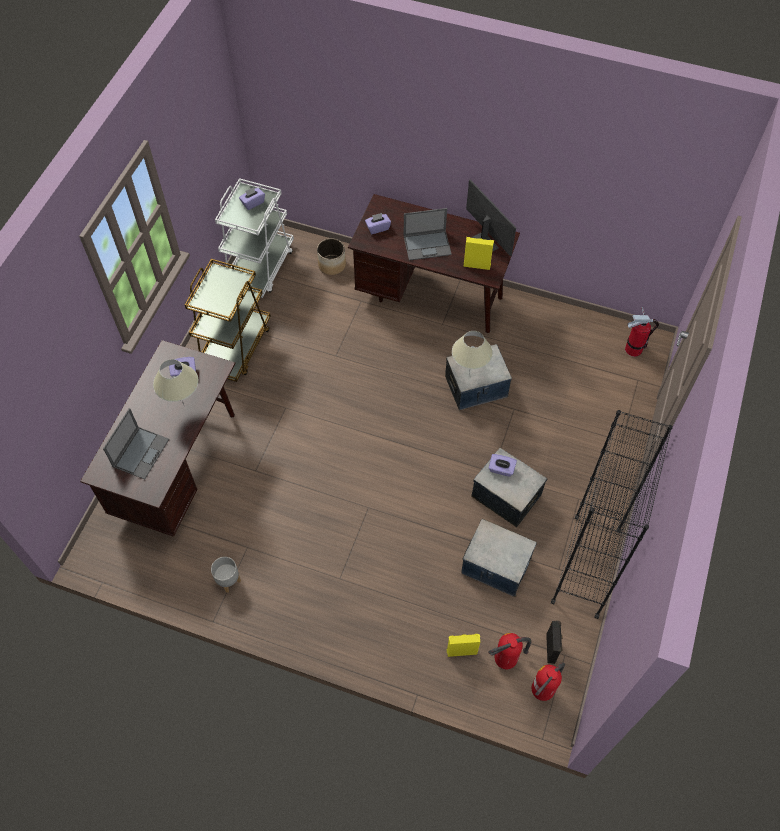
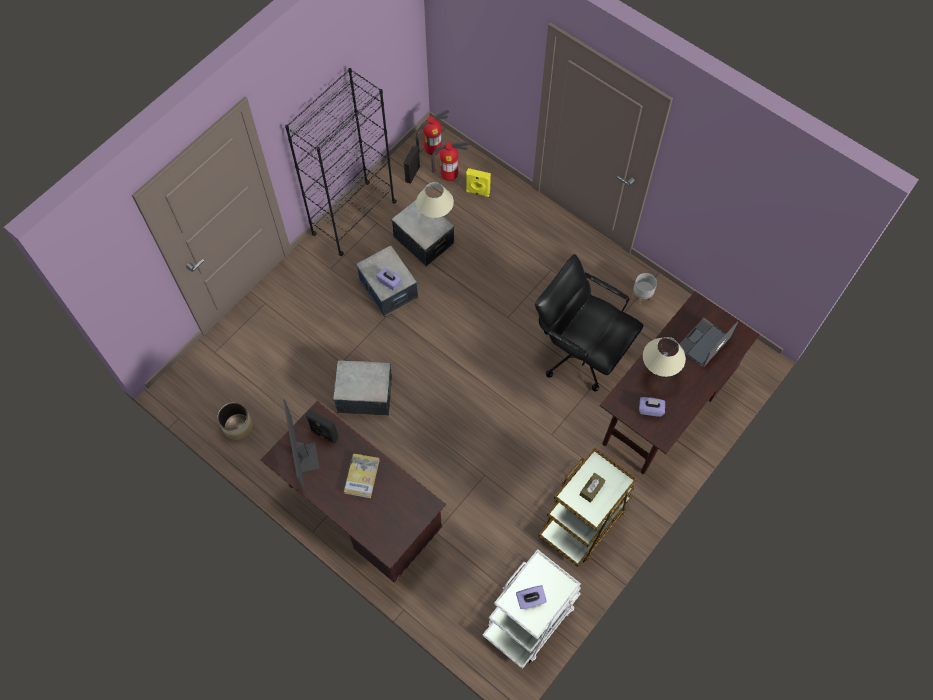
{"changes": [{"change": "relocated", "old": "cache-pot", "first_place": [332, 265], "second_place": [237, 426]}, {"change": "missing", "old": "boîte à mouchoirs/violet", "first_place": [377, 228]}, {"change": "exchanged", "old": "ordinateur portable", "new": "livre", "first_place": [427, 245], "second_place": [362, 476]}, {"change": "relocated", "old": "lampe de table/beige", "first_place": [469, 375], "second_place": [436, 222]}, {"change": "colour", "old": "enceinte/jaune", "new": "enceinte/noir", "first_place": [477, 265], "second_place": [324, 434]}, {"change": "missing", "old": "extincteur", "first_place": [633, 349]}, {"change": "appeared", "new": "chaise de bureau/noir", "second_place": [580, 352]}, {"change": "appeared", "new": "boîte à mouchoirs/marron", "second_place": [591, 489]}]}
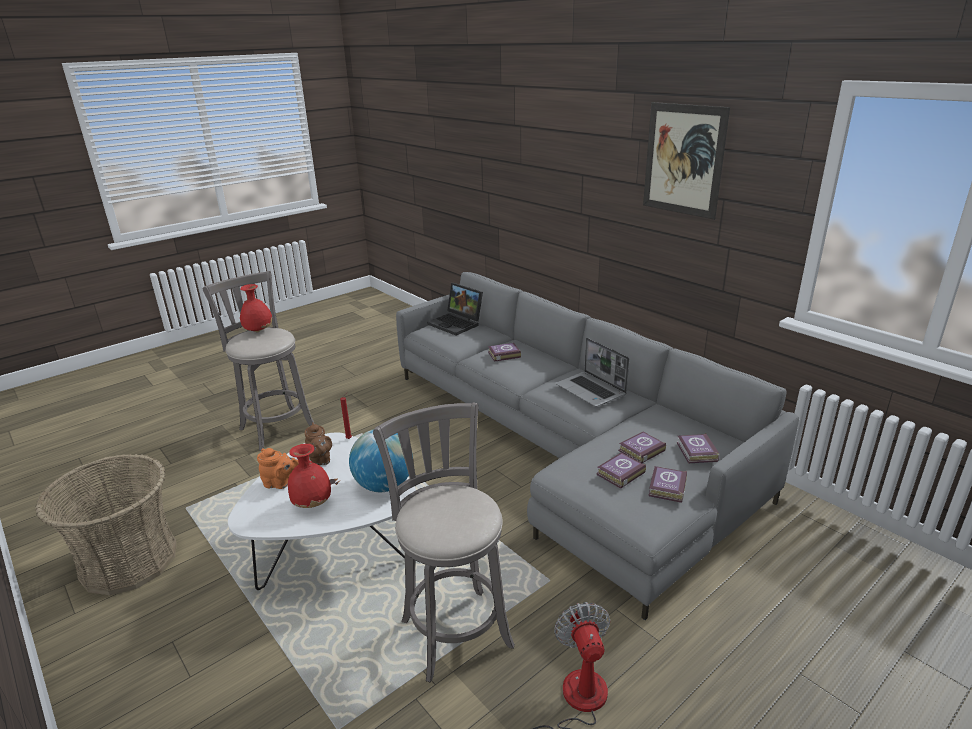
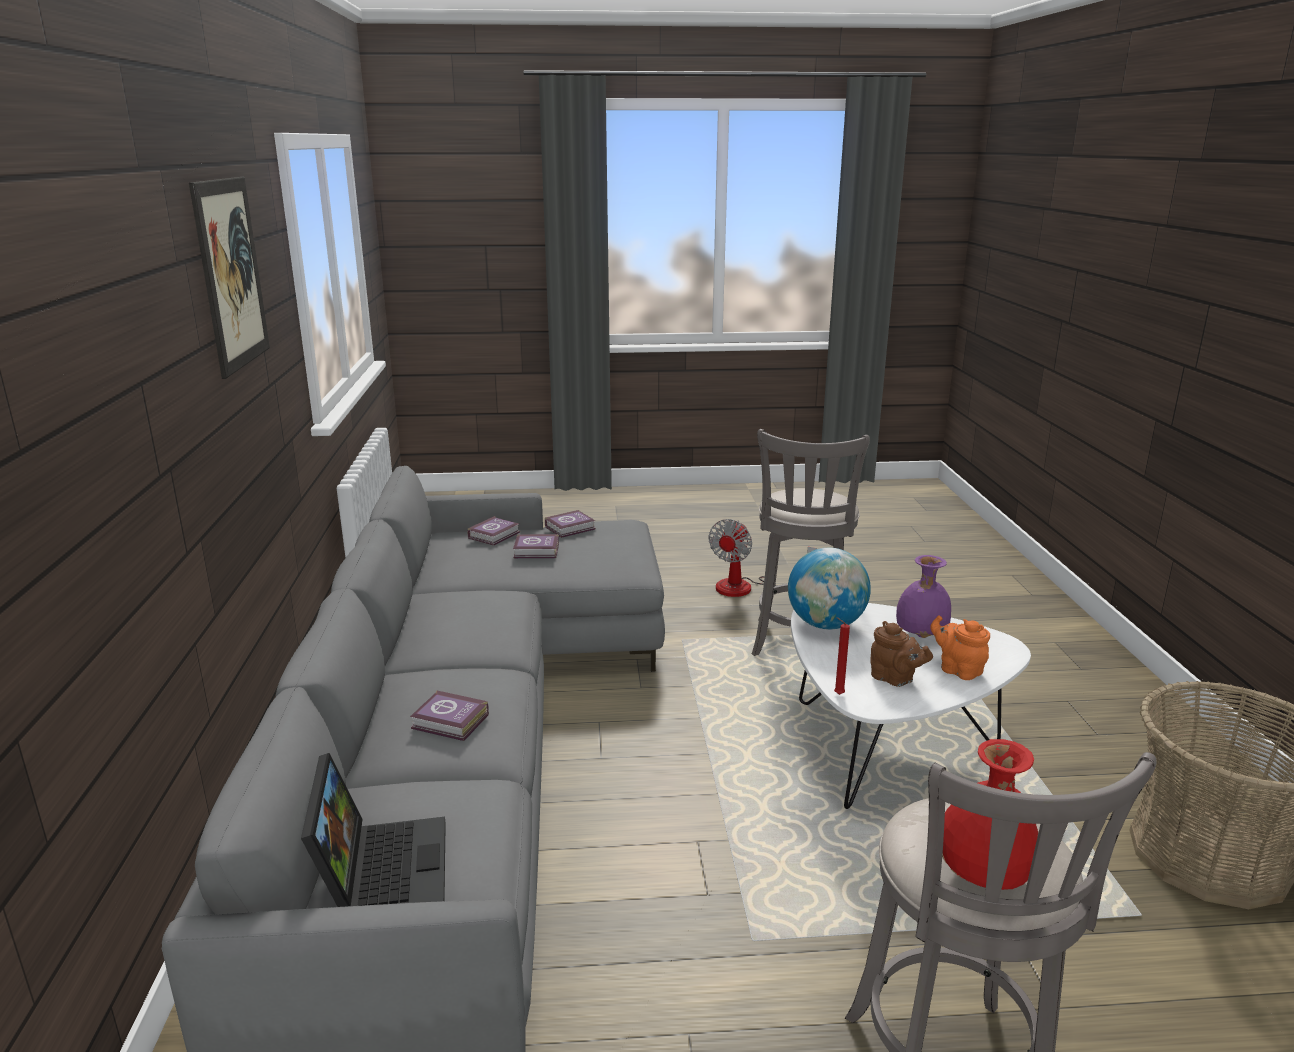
{"changes": [{"change": "colour", "old": "vase/rouge", "new": "vase/violet", "first_place": [313, 503], "second_place": [919, 635]}, {"change": "spun", "old": "théière/marron", "first_place": [320, 460], "second_place": [895, 679], "degrees": 120}, {"change": "missing", "old": "ordinateur portable", "first_place": [591, 390]}, {"change": "missing", "old": "livre", "first_place": [619, 473]}]}
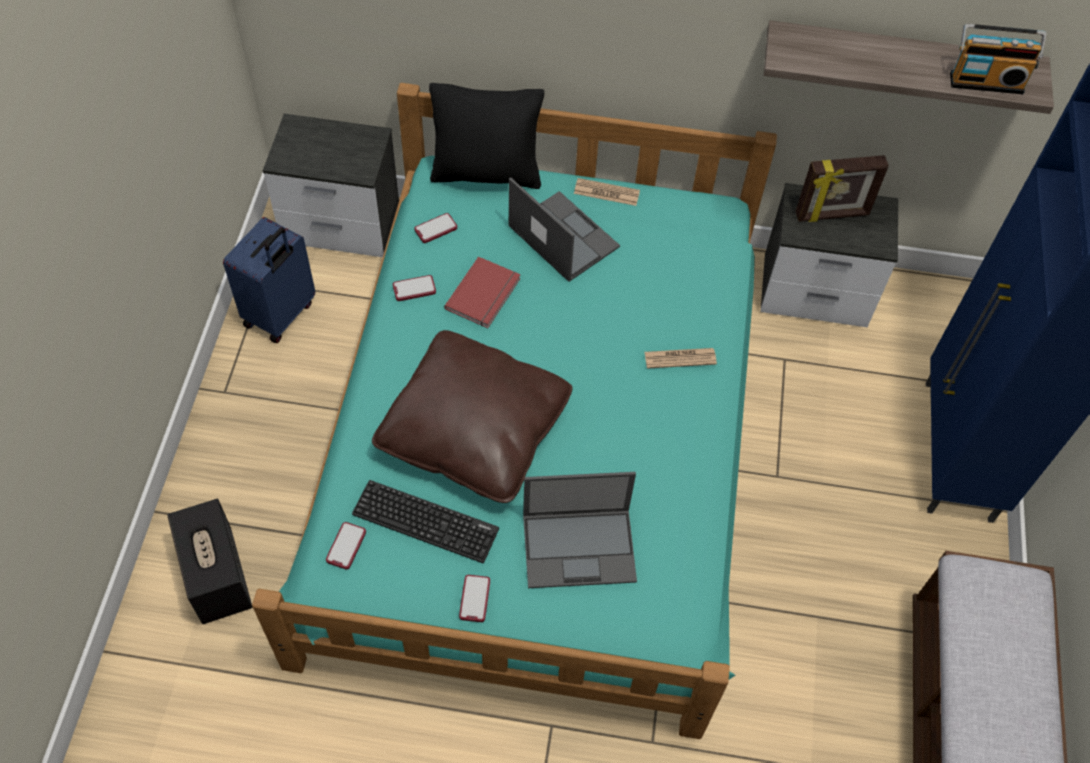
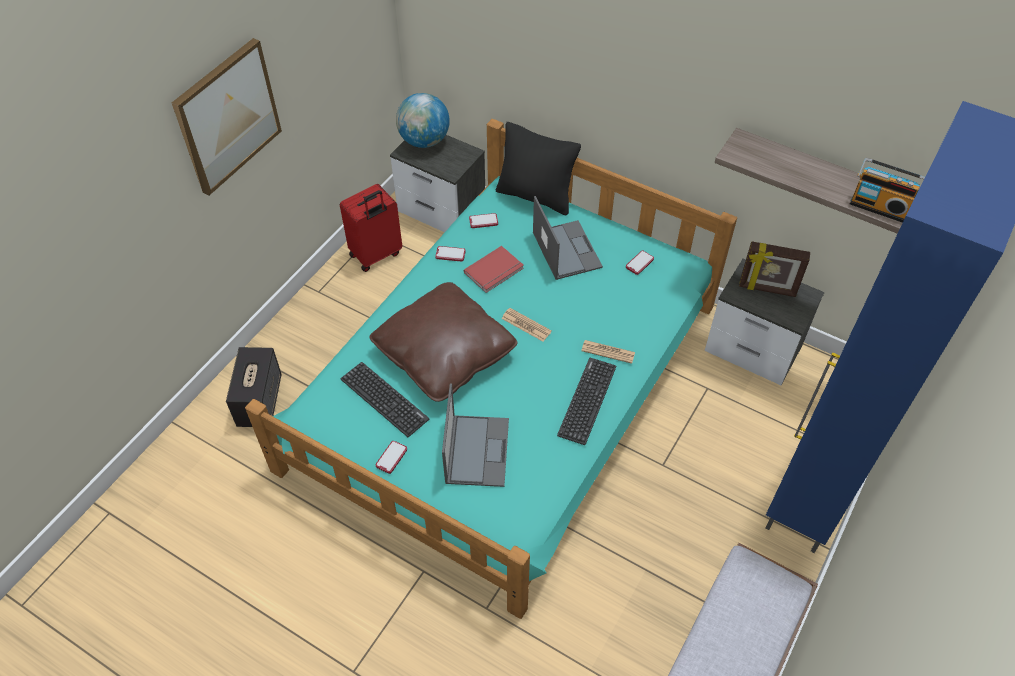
{"changes": [{"change": "colour", "old": "valise/bleu", "new": "valise/rouge", "first_place": [281, 315], "second_place": [376, 255]}, {"change": "relocated", "old": "téléphone", "first_place": [346, 546], "second_place": [639, 263]}, {"change": "spun", "old": "ordinateur portable", "first_place": [580, 547], "second_place": [477, 450], "degrees": -105}, {"change": "relocated", "old": "journal", "first_place": [606, 192], "second_place": [526, 325]}, {"change": "appeared", "new": "tableau", "second_place": [227, 116]}, {"change": "appeared", "new": "globe", "second_place": [424, 141]}, {"change": "appeared", "new": "clavier", "second_place": [587, 400]}]}
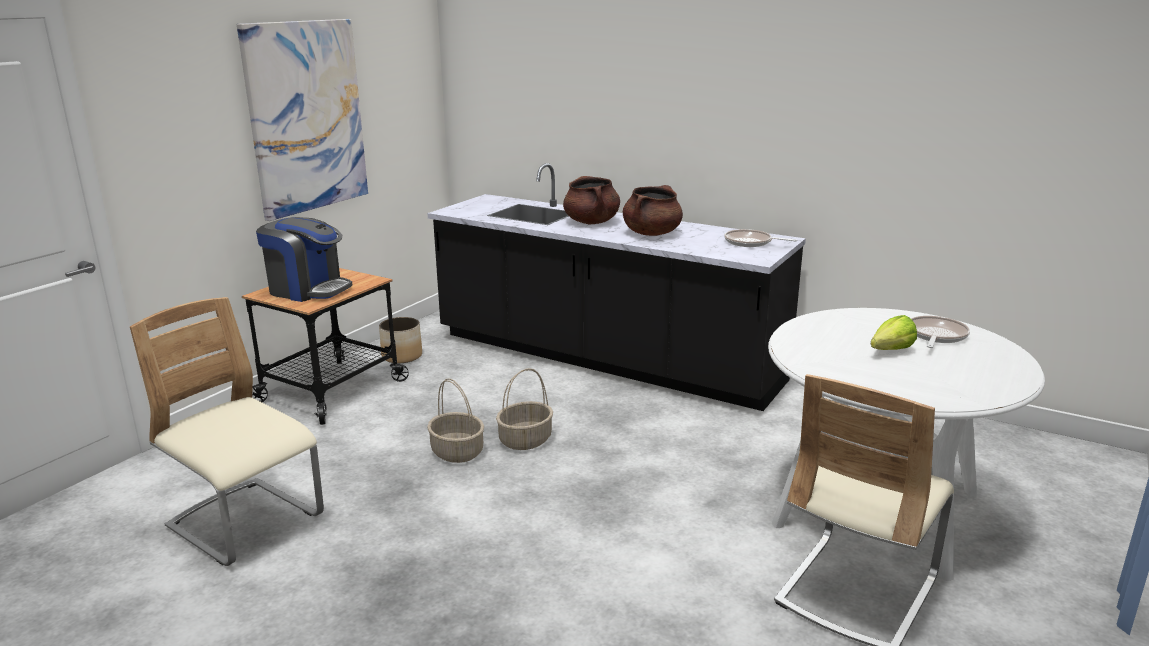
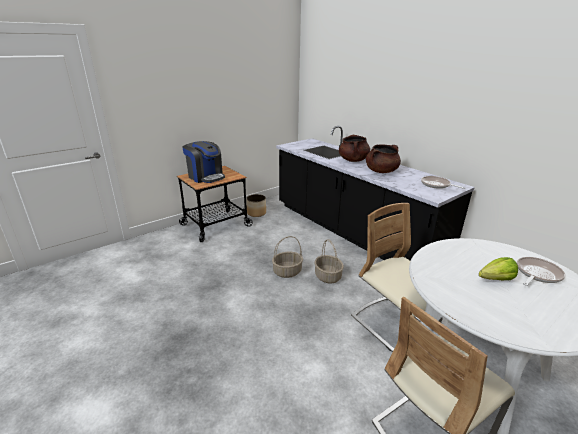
{"changes": [{"change": "relocated", "old": "chaise/beige", "first_place": [246, 523], "second_place": [393, 324]}, {"change": "missing", "old": "tableau", "first_place": [306, 117]}, {"change": "relocated", "old": "panier", "first_place": [458, 452], "second_place": [328, 276]}]}
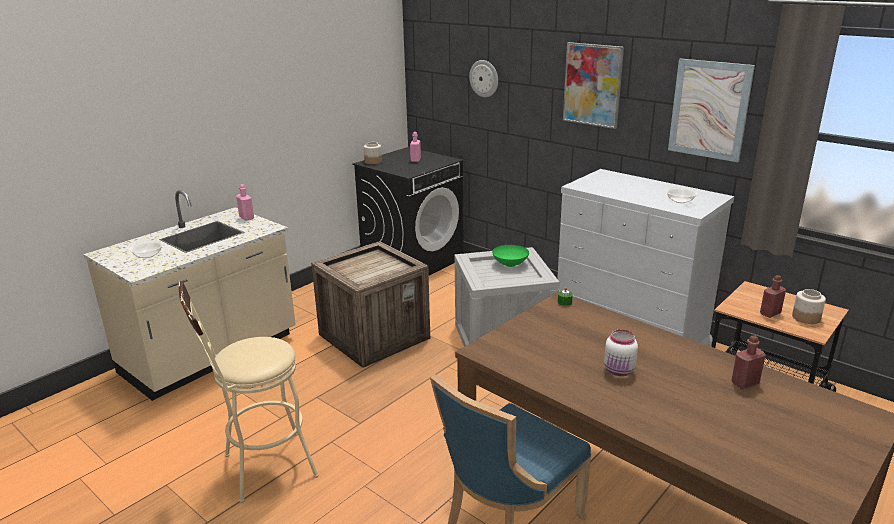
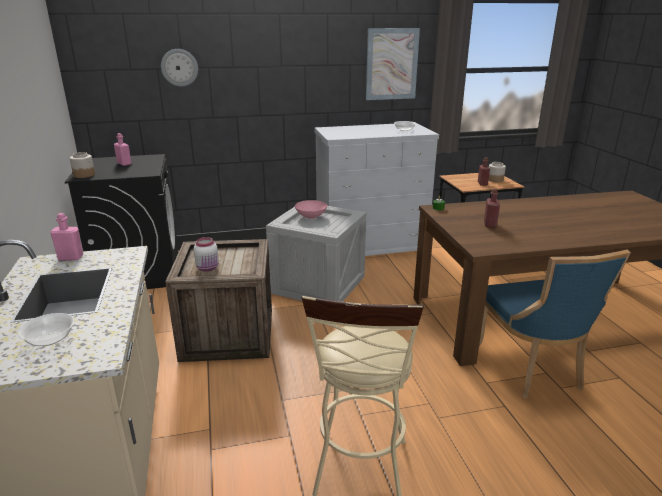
{"changes": [{"change": "colour", "old": "bol/vert", "new": "bol/rose", "first_place": [511, 264], "second_place": [311, 216]}, {"change": "missing", "old": "tableau", "first_place": [592, 85]}, {"change": "relocated", "old": "bocal/blanc", "first_place": [619, 371], "second_place": [208, 268]}, {"change": "relocated", "old": "bouteille/rouge", "first_place": [745, 383], "second_place": [490, 224]}]}
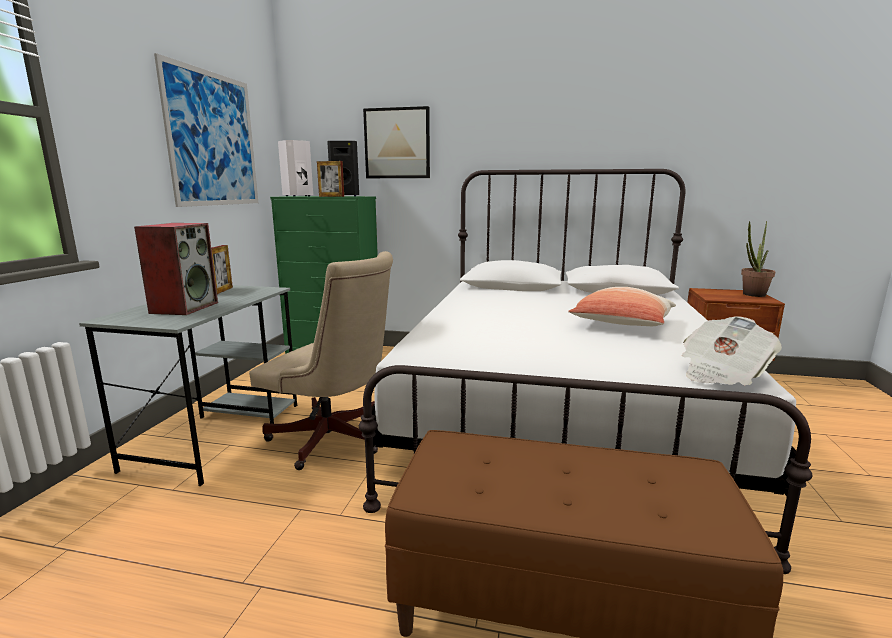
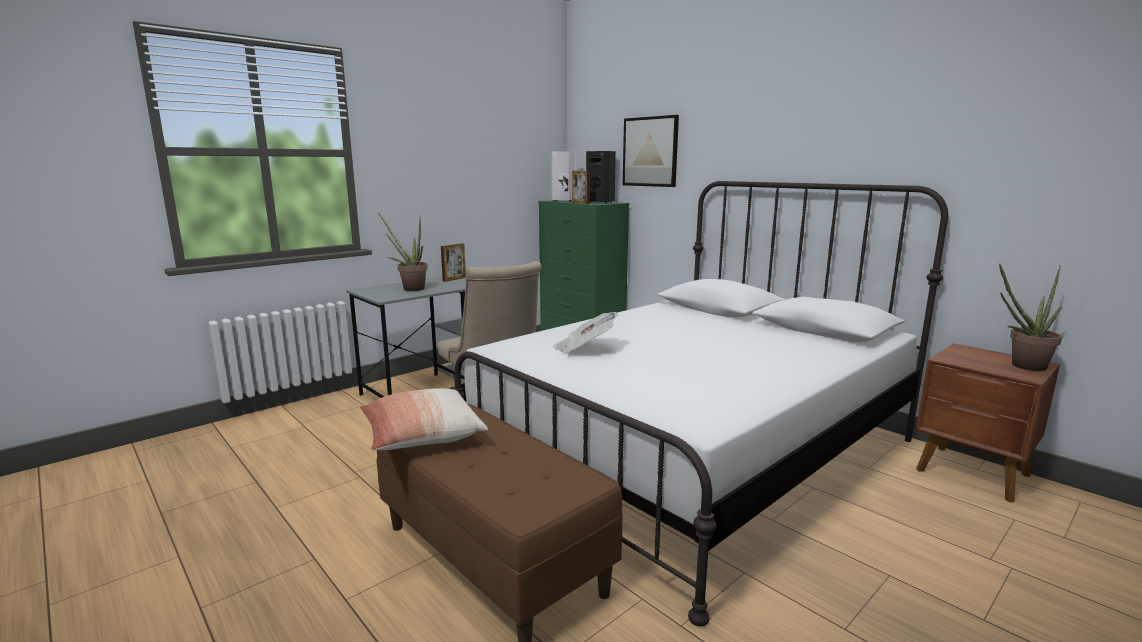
{"changes": [{"change": "exchanged", "old": "enceinte", "new": "plante en pot", "first_place": [184, 307], "second_place": [410, 288]}, {"change": "missing", "old": "tableau", "first_place": [213, 139]}, {"change": "relocated", "old": "coussin", "first_place": [621, 325], "second_place": [422, 437]}, {"change": "relocated", "old": "journal", "first_place": [721, 373], "second_place": [584, 349]}]}
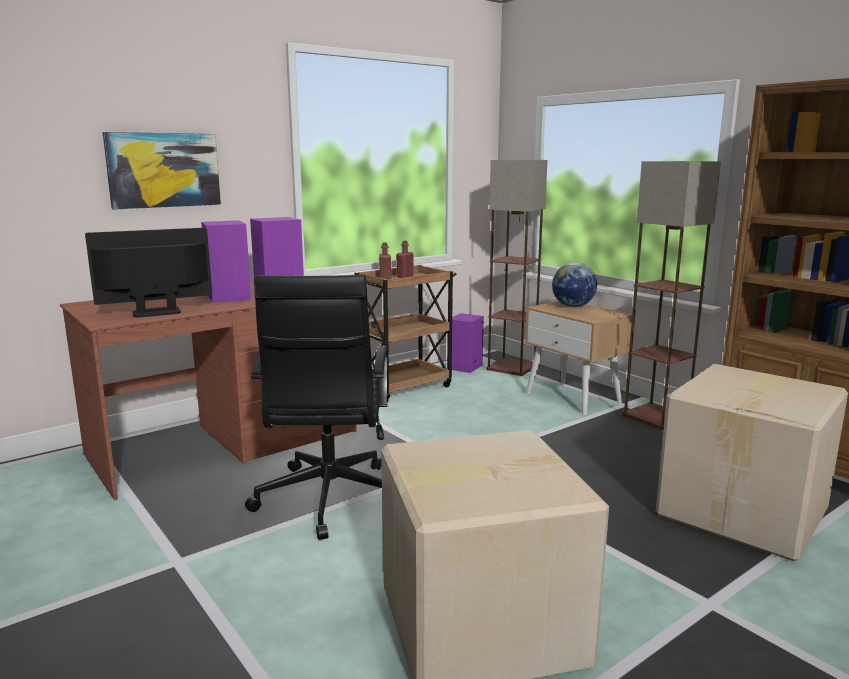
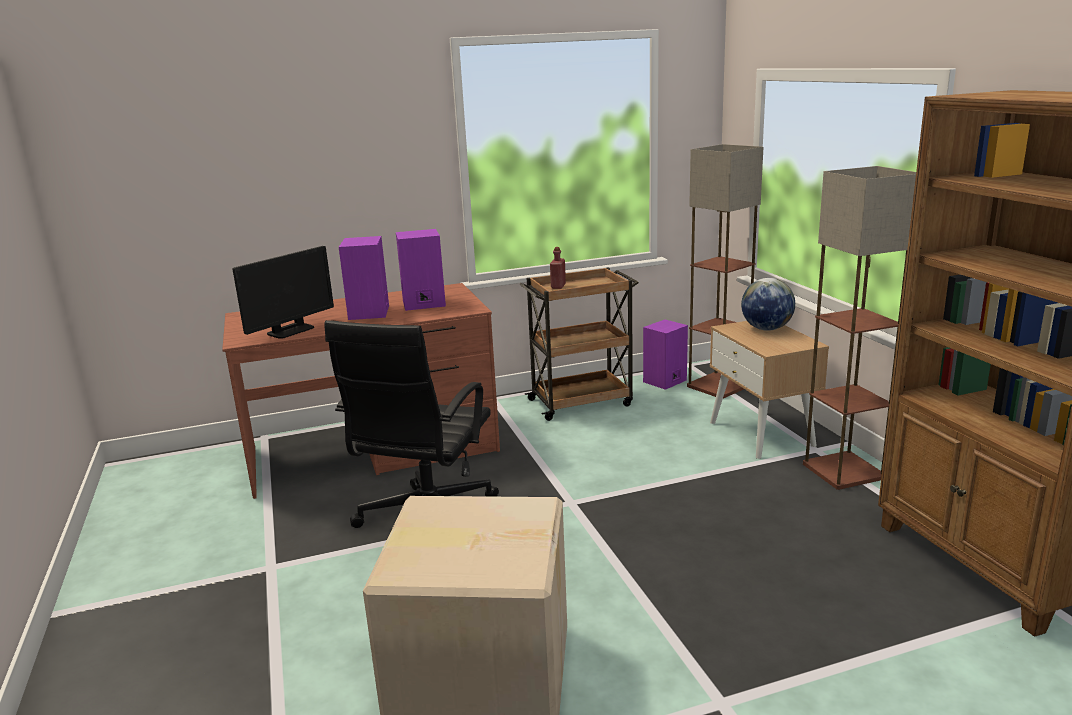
{"changes": [{"change": "spun", "old": "écran d'ordinateur", "first_place": [156, 312], "second_place": [290, 331], "degrees": 135}, {"change": "missing", "old": "tableau", "first_place": [164, 170]}, {"change": "missing", "old": "bouteille/rouge", "first_place": [405, 276]}, {"change": "missing", "old": "carton", "first_place": [744, 511]}]}
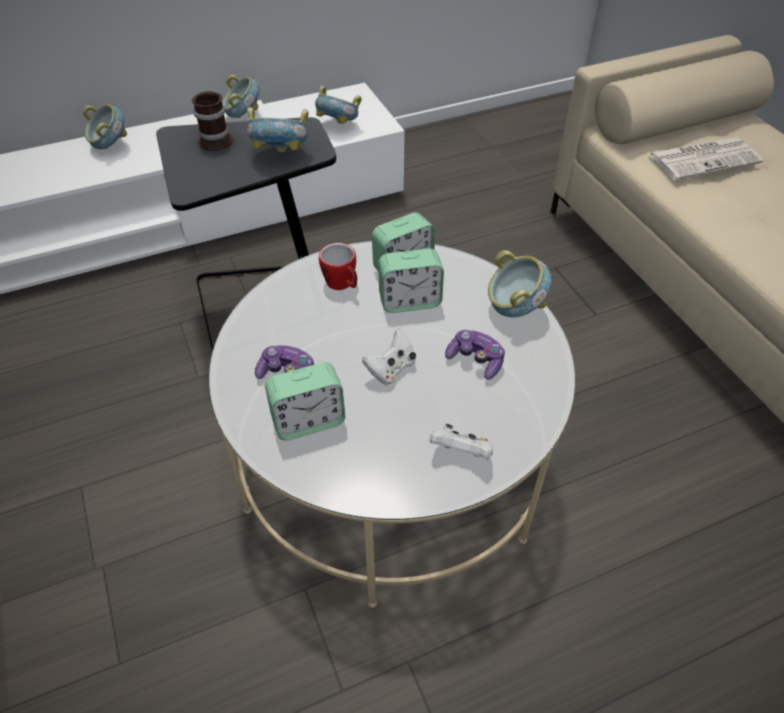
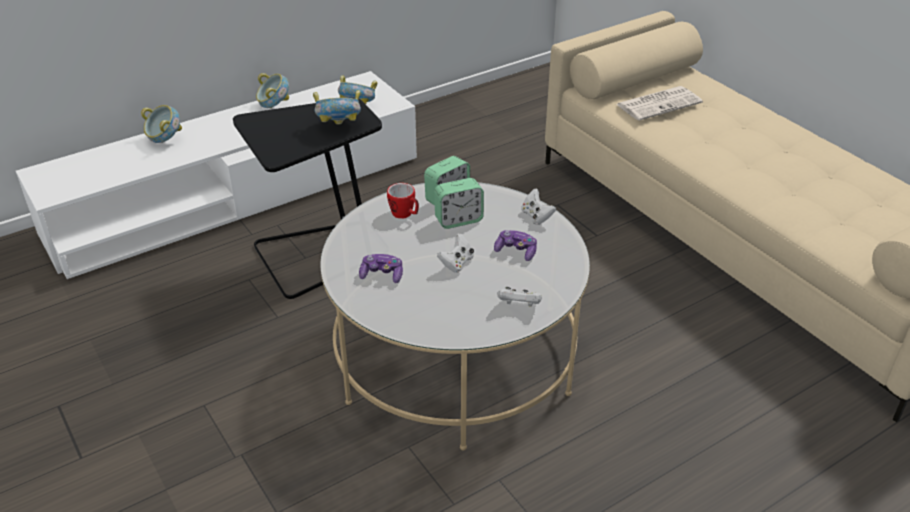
{"changes": [{"change": "missing", "old": "mug", "first_place": [218, 139]}, {"change": "missing", "old": "réveil", "first_place": [308, 421]}, {"change": "exchanged", "old": "bol", "new": "manette/blanc", "first_place": [514, 308], "second_place": [536, 216]}]}
